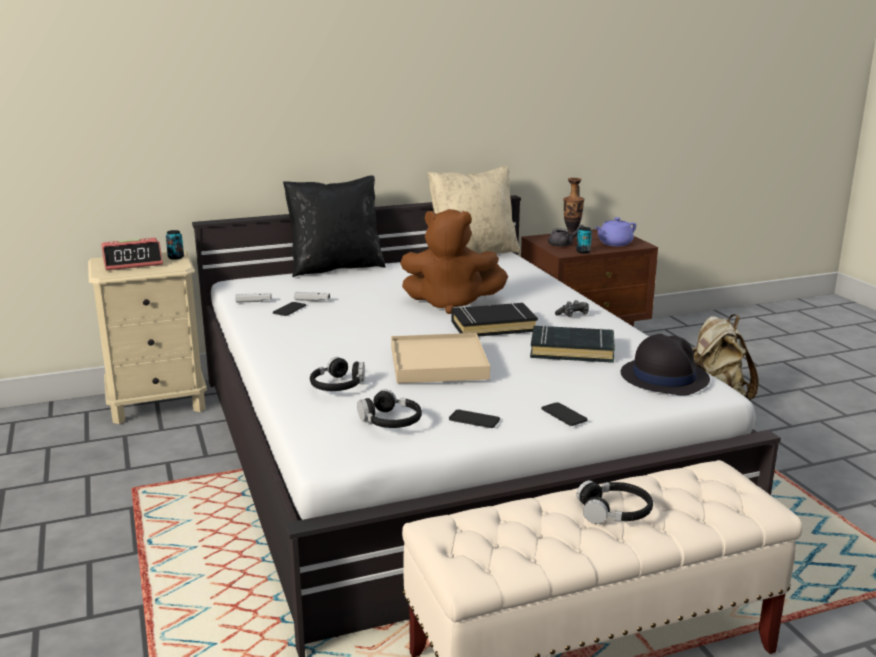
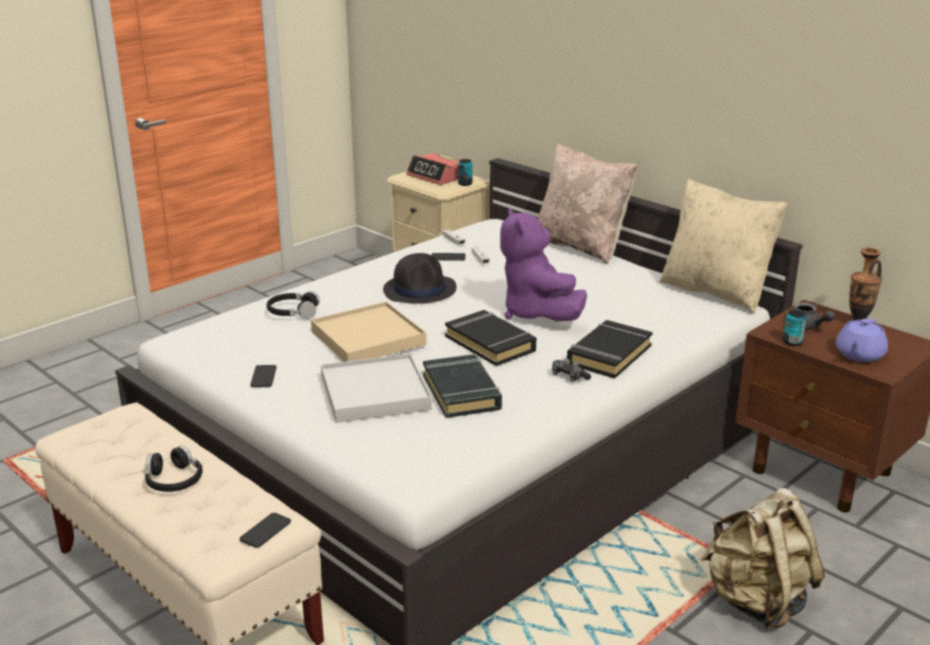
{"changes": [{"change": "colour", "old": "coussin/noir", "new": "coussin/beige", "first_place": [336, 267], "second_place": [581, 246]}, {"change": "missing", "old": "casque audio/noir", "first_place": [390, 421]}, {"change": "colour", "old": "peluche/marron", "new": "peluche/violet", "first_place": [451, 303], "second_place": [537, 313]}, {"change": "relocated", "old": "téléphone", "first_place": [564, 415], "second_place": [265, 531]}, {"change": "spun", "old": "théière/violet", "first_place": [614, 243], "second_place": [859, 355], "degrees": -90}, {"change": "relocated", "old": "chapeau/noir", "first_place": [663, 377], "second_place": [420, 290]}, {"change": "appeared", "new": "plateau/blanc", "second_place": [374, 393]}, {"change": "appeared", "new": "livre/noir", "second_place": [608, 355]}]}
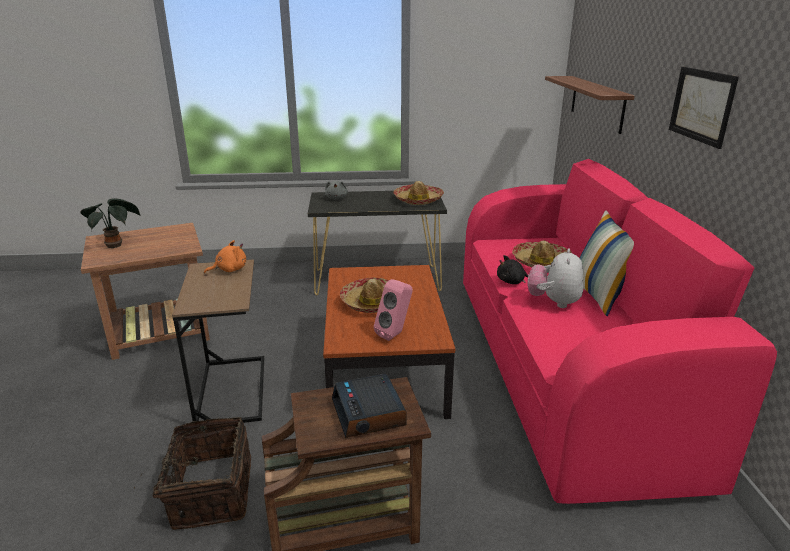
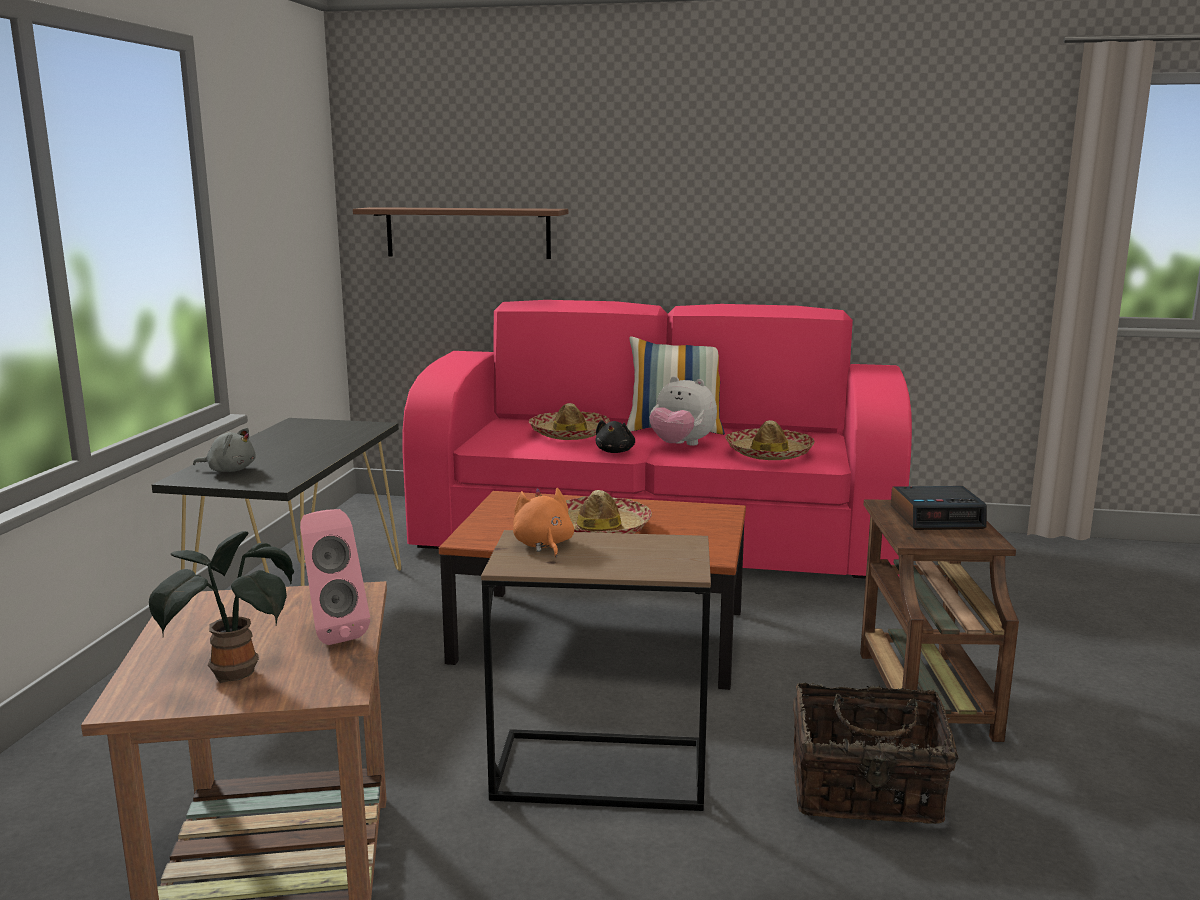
{"changes": [{"change": "relocated", "old": "enceinte/rose", "first_place": [395, 334], "second_place": [332, 633]}, {"change": "relocated", "old": "chapeau", "first_place": [418, 200], "second_place": [768, 454]}, {"change": "missing", "old": "tableau", "first_place": [701, 105]}]}
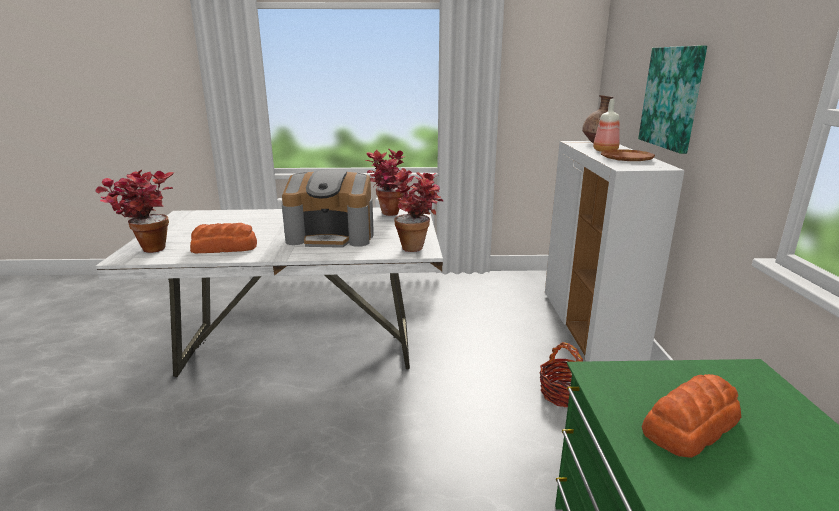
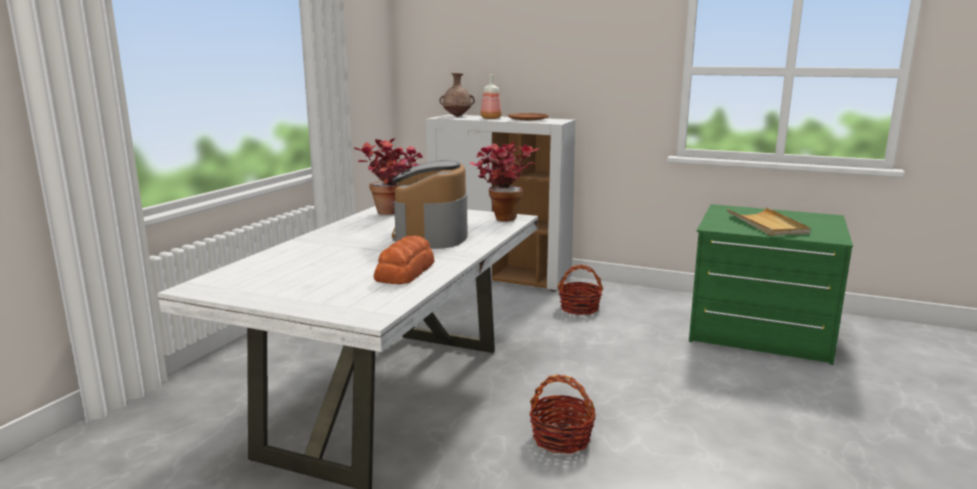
{"changes": [{"change": "missing", "old": "plante en pot", "first_place": [146, 248]}, {"change": "spun", "old": "machine à café", "first_place": [332, 236], "second_place": [431, 235], "degrees": 150}, {"change": "missing", "old": "tableau", "first_place": [672, 98]}, {"change": "exchanged", "old": "pain", "new": "plateau/beige", "first_place": [689, 425], "second_place": [767, 225]}, {"change": "appeared", "new": "panier", "second_place": [561, 438]}]}
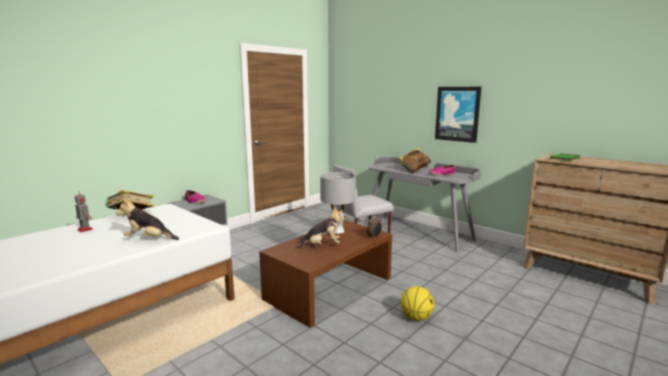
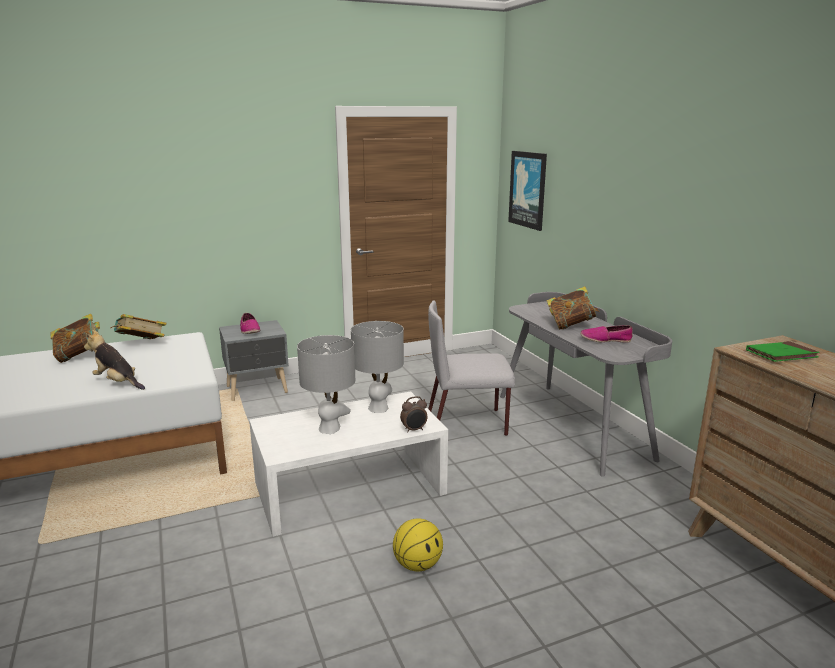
{"changes": [{"change": "exchanged", "old": "robot jouet", "new": "livre", "first_place": [85, 229], "second_place": [80, 356]}, {"change": "colour", "old": "table basse/marron", "new": "table basse/blanc", "first_place": [329, 288], "second_place": [349, 488]}, {"change": "exchanged", "old": "peluche", "new": "lampe de table/gris", "first_place": [322, 246], "second_place": [330, 428]}, {"change": "relocated", "old": "tableau", "first_place": [457, 114], "second_place": [528, 189]}]}
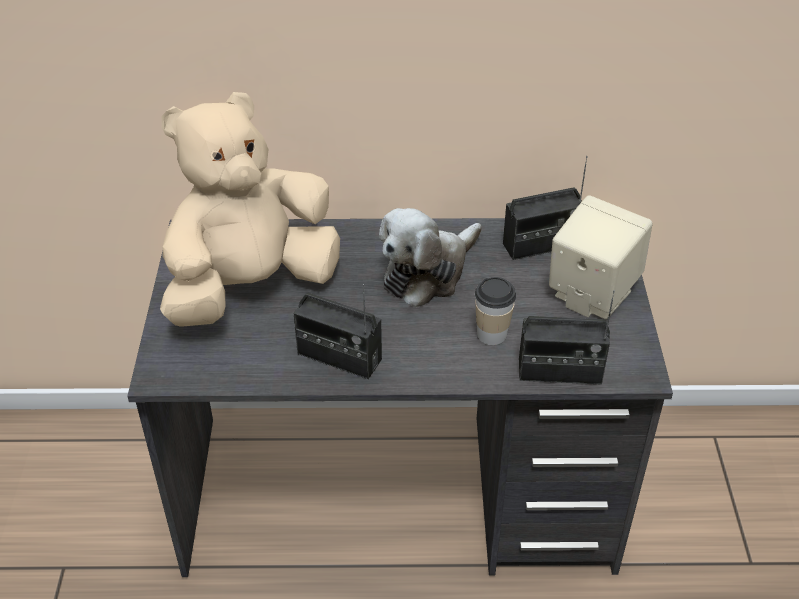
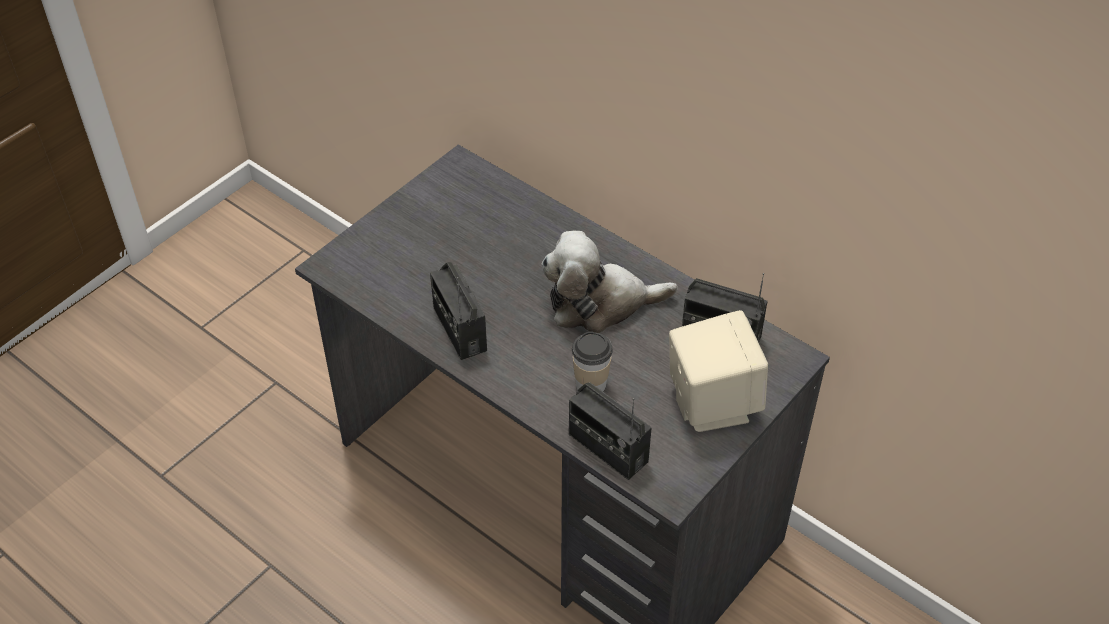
{"changes": [{"change": "missing", "old": "peluche/beige", "first_place": [251, 287]}]}
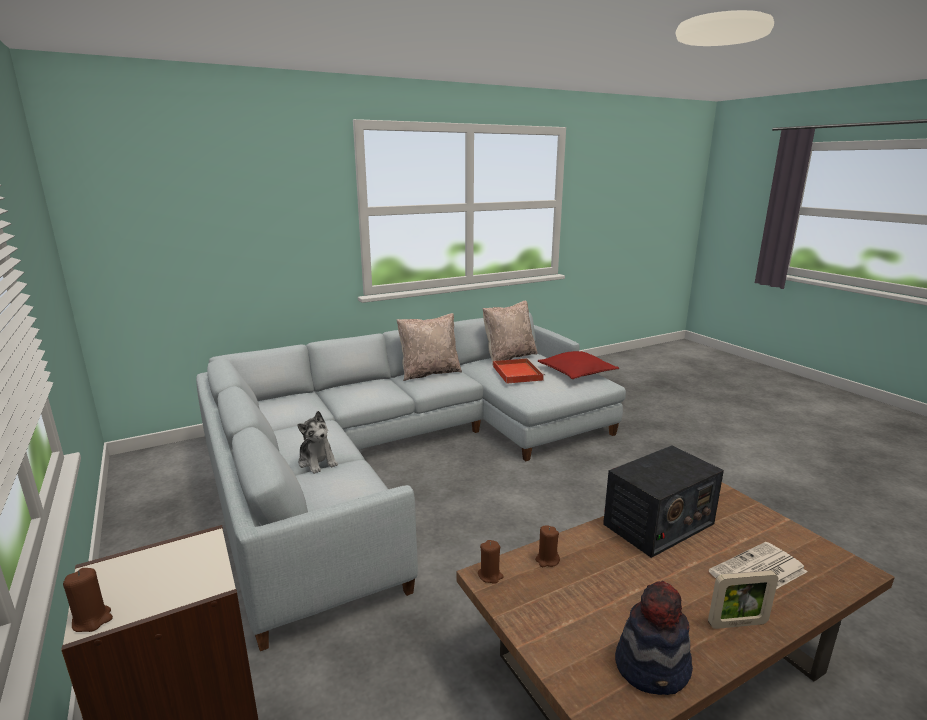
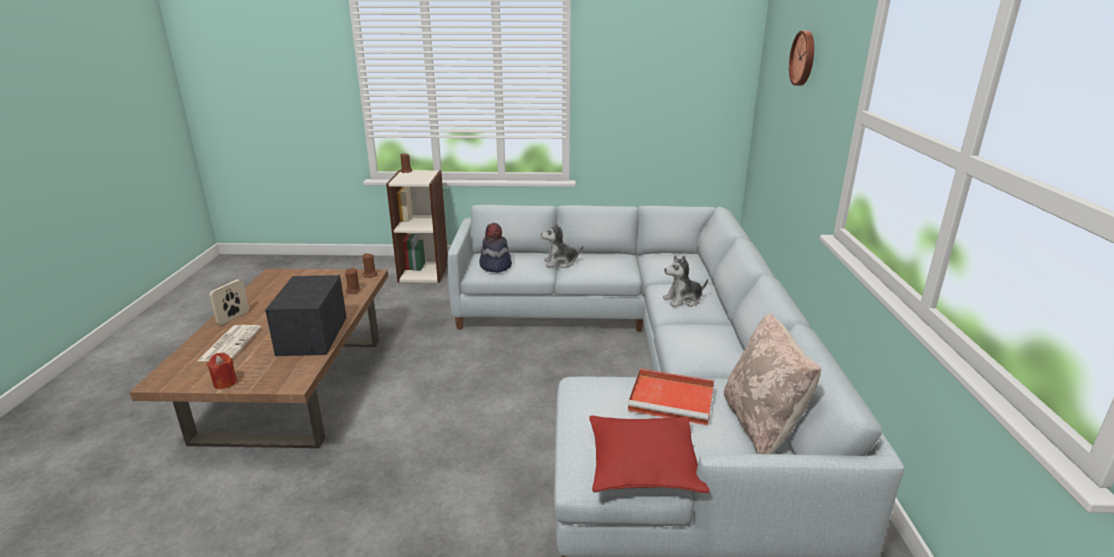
{"changes": [{"change": "missing", "old": "coussin/beige", "first_place": [429, 373]}, {"change": "relocated", "old": "chapeau", "first_place": [653, 666], "second_place": [495, 266]}, {"change": "appeared", "new": "bougie/rouge", "second_place": [225, 383]}, {"change": "appeared", "new": "peluche", "second_place": [683, 300]}, {"change": "appeared", "new": "horloge murale", "second_place": [804, 58]}]}
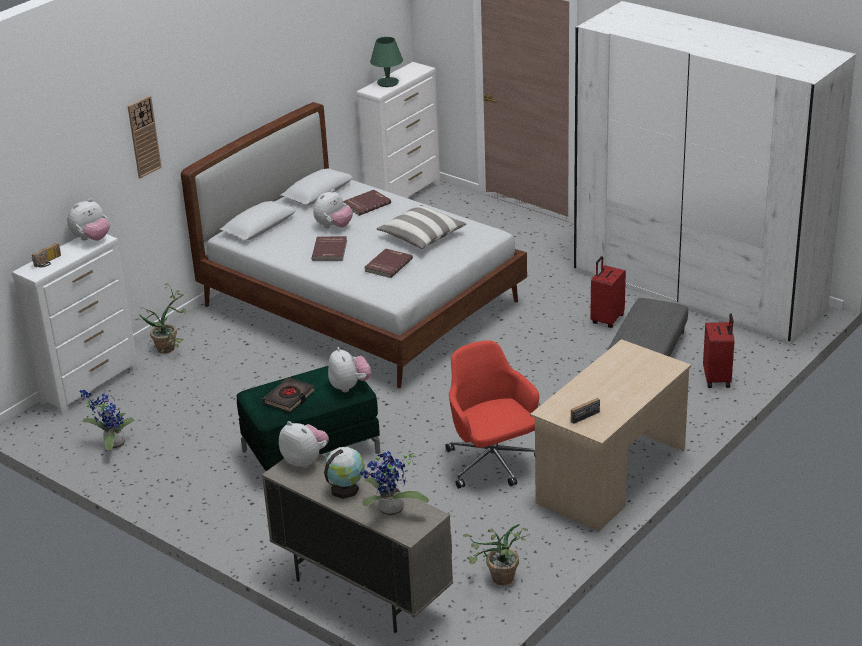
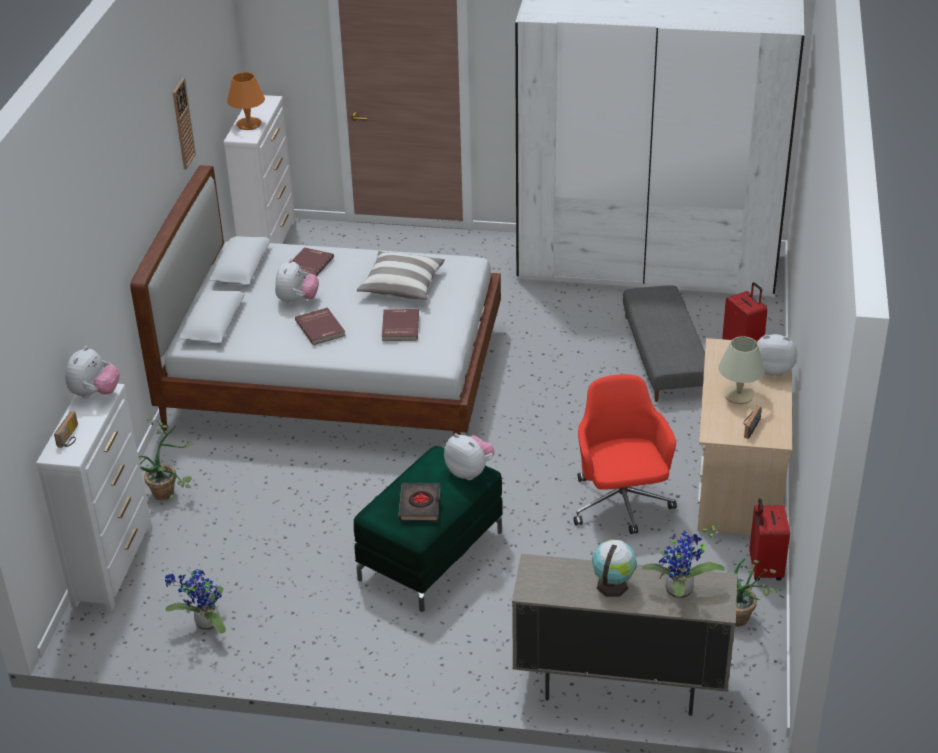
{"changes": [{"change": "relocated", "old": "horloge murale", "first_place": [144, 137], "second_place": [183, 123]}, {"change": "relocated", "old": "peluche", "first_place": [305, 460], "second_place": [772, 369]}, {"change": "colour", "old": "lampe de table/vert", "new": "lampe de table/orange", "first_place": [387, 83], "second_place": [248, 124]}, {"change": "spun", "old": "chaise de bureau/rouge", "first_place": [492, 464], "second_place": [621, 504], "degrees": 45}, {"change": "relocated", "old": "valise/rouge", "first_place": [606, 319], "second_place": [764, 569]}, {"change": "appeared", "new": "lampe de table/beige", "second_place": [739, 395]}]}
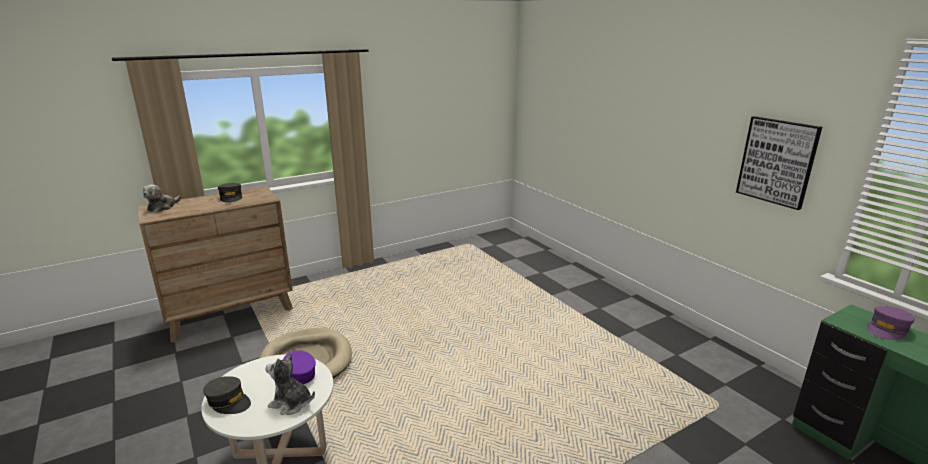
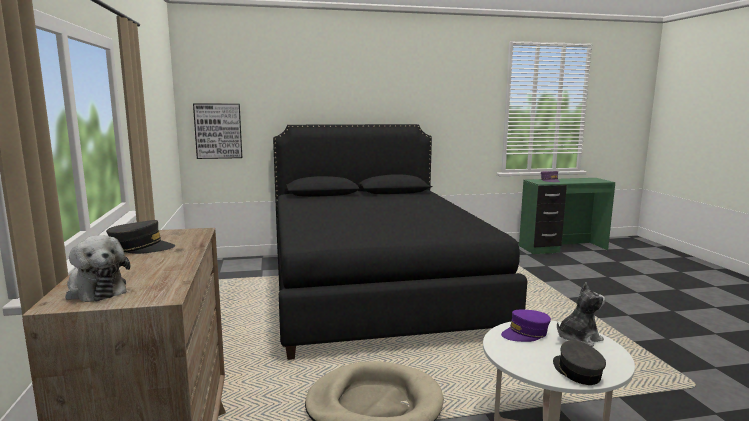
{"changes": [{"change": "spun", "old": "casquette/gris", "first_place": [228, 401], "second_place": [576, 371], "degrees": -60}, {"change": "spun", "old": "peluche", "first_place": [291, 403], "second_place": [578, 338], "degrees": -150}, {"change": "relocated", "old": "tableau", "first_place": [777, 161], "second_place": [218, 131]}, {"change": "appeared", "new": "lit/noir", "second_place": [374, 289]}]}
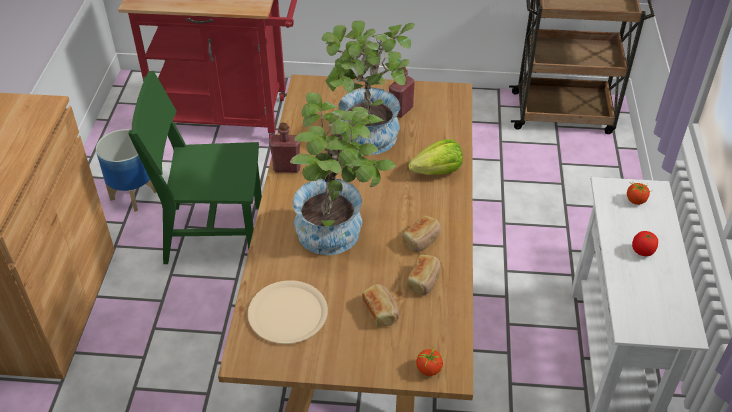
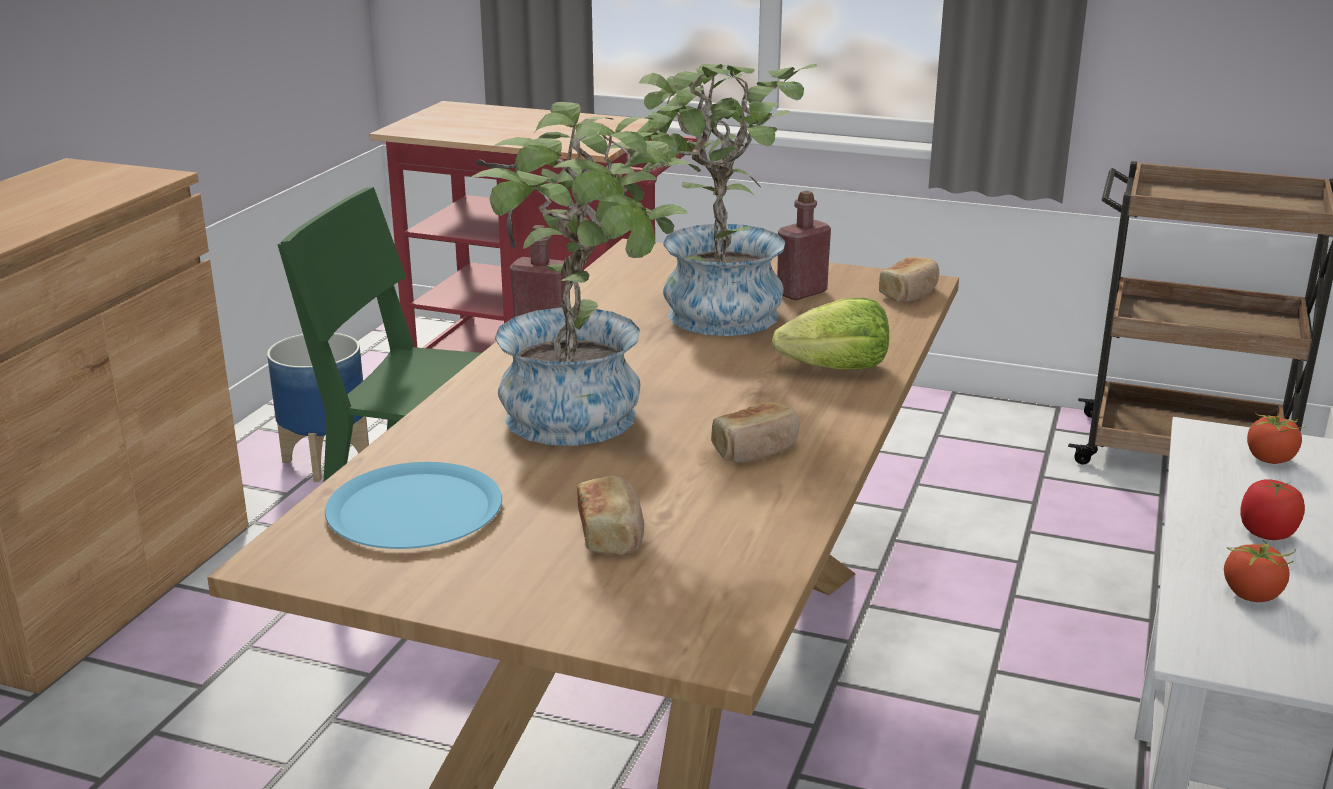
{"changes": [{"change": "colour", "old": "assiette/beige", "new": "assiette/bleu", "first_place": [288, 313], "second_place": [415, 509]}, {"change": "relocated", "old": "pain", "first_place": [424, 280], "second_place": [910, 293]}, {"change": "relocated", "old": "tomate", "first_place": [429, 369], "second_place": [1252, 595]}]}
